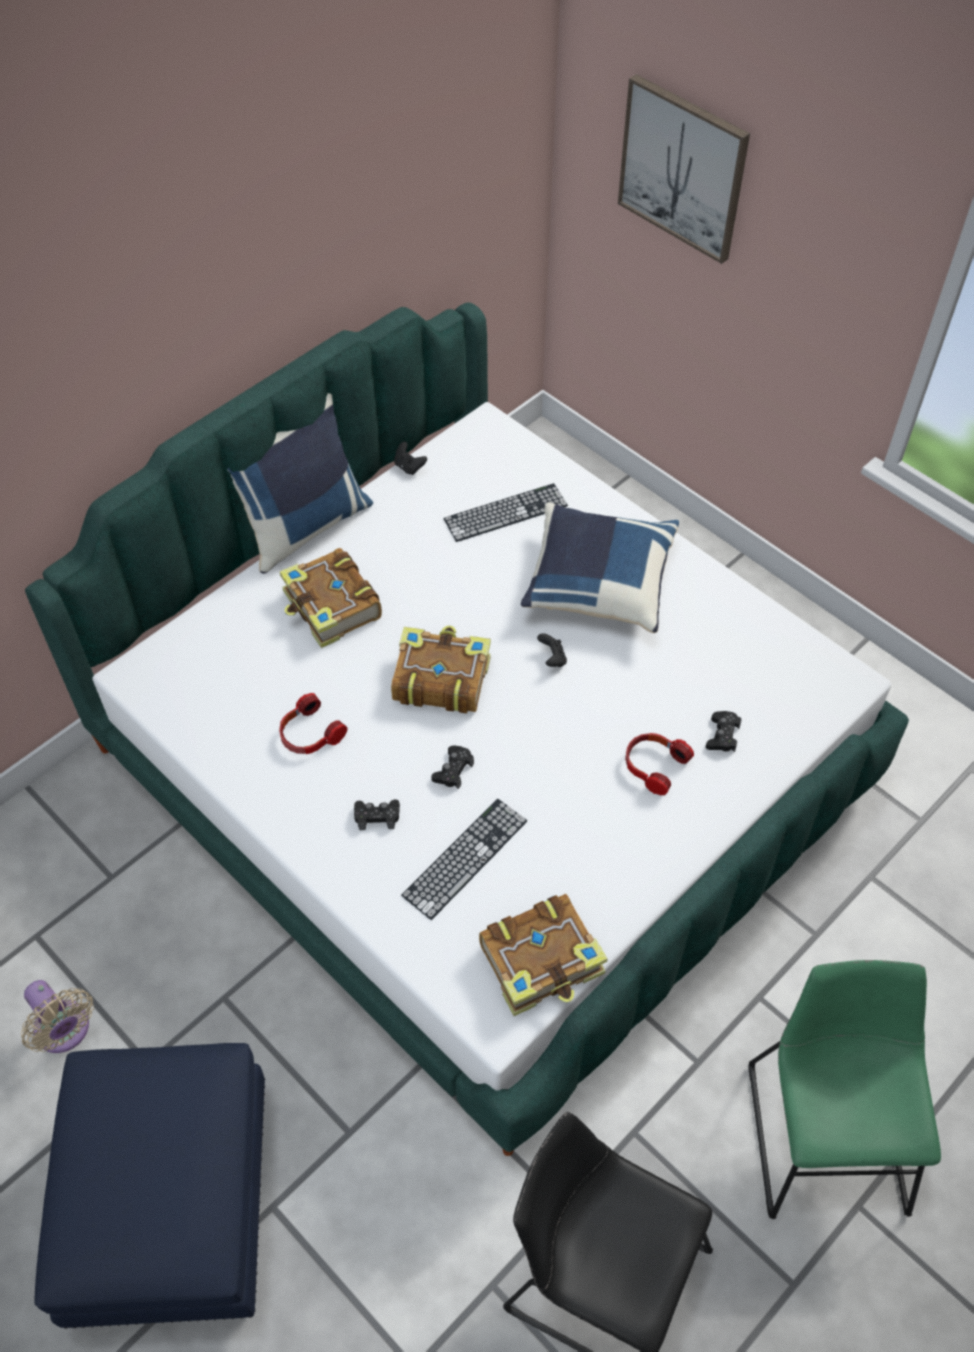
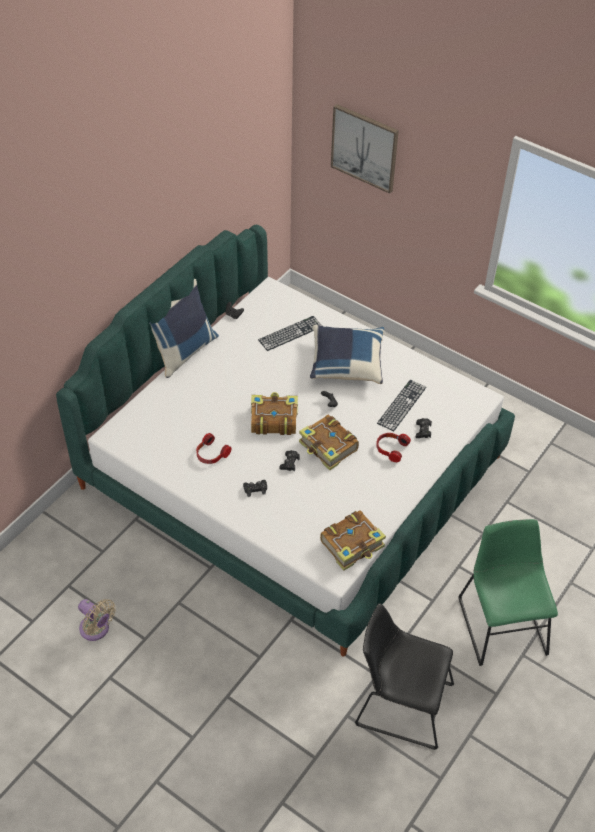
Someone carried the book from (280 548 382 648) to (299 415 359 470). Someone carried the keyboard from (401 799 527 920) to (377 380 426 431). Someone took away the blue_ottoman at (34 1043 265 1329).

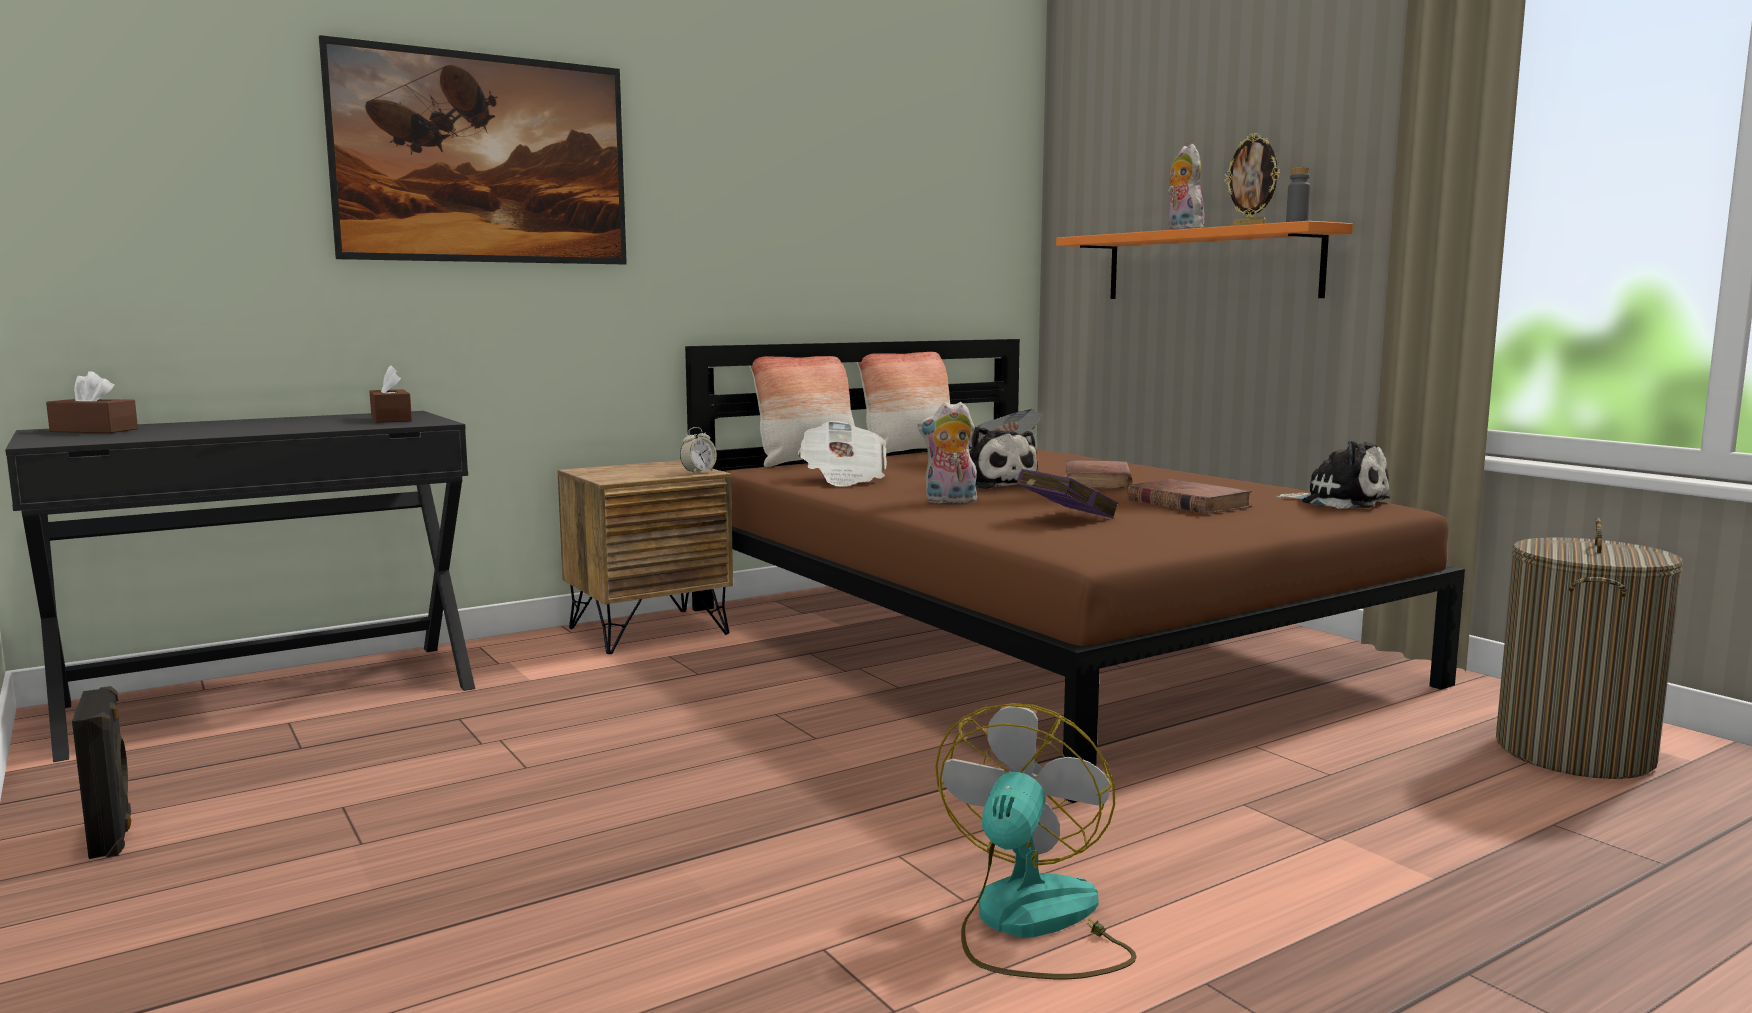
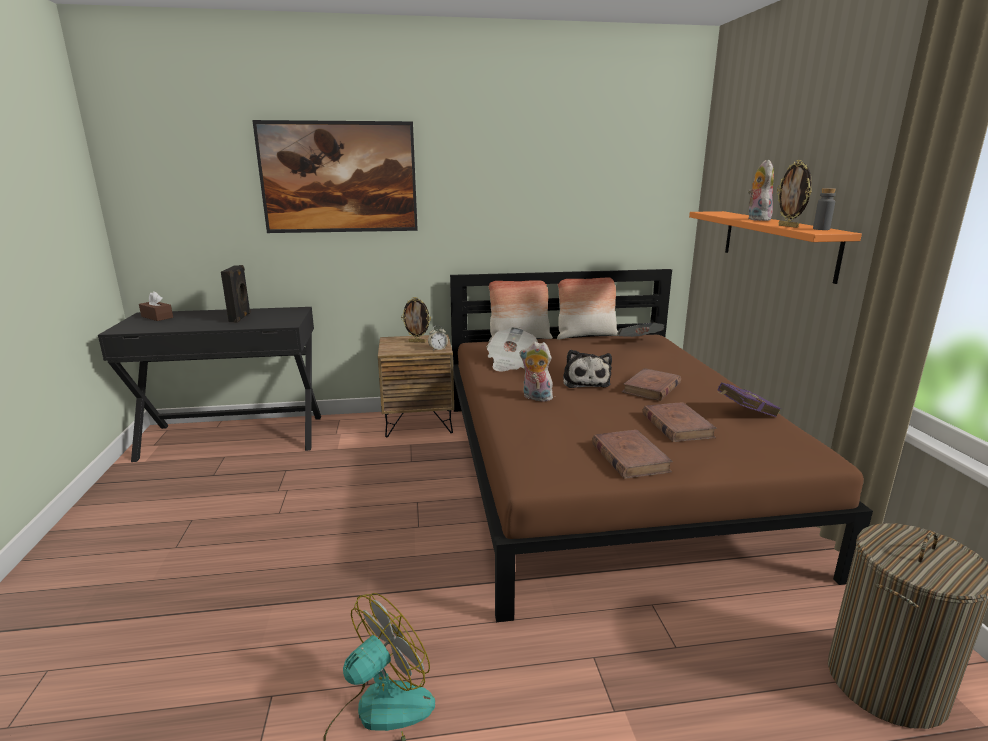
Someone took away the brown_tissue_box at (369 365 412 423). Someone took away the plush_toy at (1276 440 1390 508). Someone carried the purple_book from (1017 469 1118 518) to (717 382 781 417). Someone carried the black_speaker from (72 686 131 859) to (221 265 251 323). Someone put down the picture_frame at (401 297 431 343). Someone put down the brown_book at (592 430 673 479).

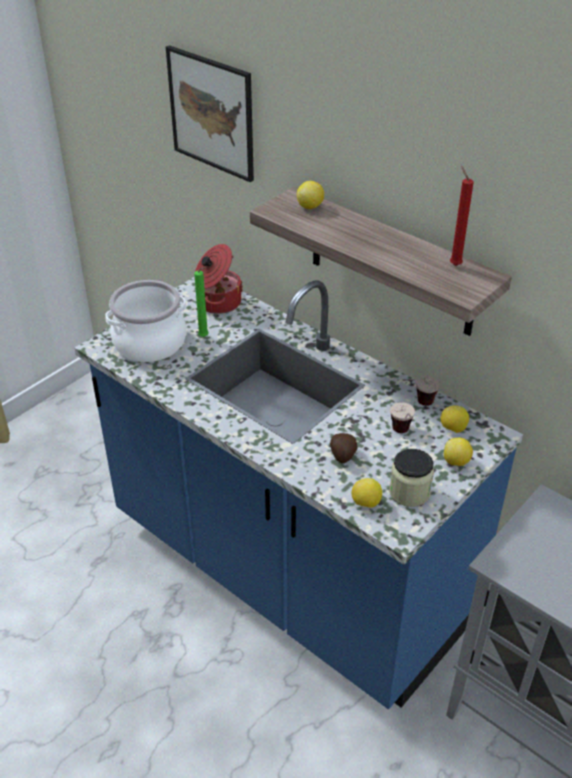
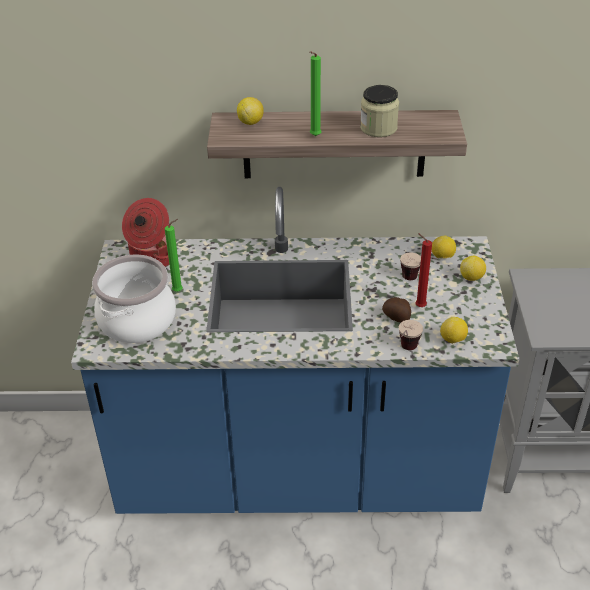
Someone took away the picture at (166 45 254 182). Someone carried the red_candle from (450 166 474 266) to (416 233 432 307). Someone carried the cup from (402 376 440 406) to (399 320 423 350). Someone carried the jar from (389 449 434 507) to (360 85 399 137). Someone put down the green_candle at (310 51 321 136).

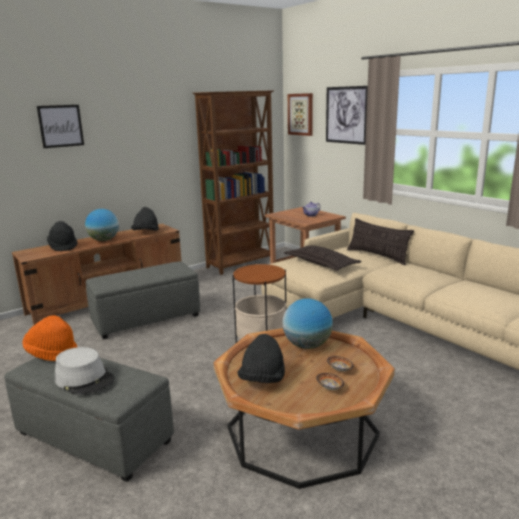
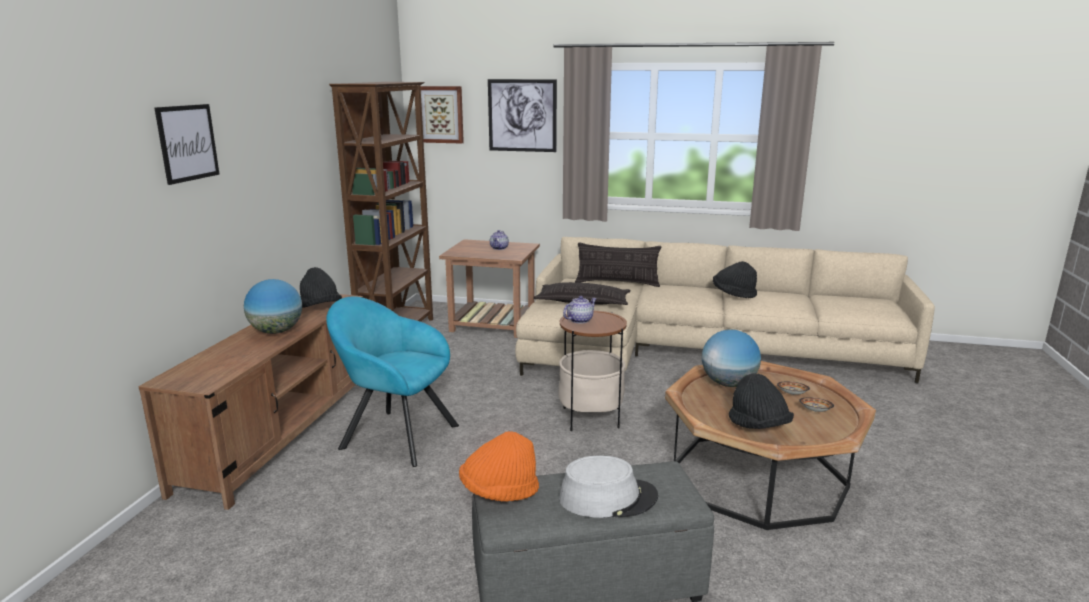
Someone carried the black_hat from (47 221 78 251) to (713 261 757 298). Someone swapped the grey_ottoman at (86 262 200 339) for the turquoise_armchair at (327 296 459 467). Someone put down the teapot at (563 296 597 324).

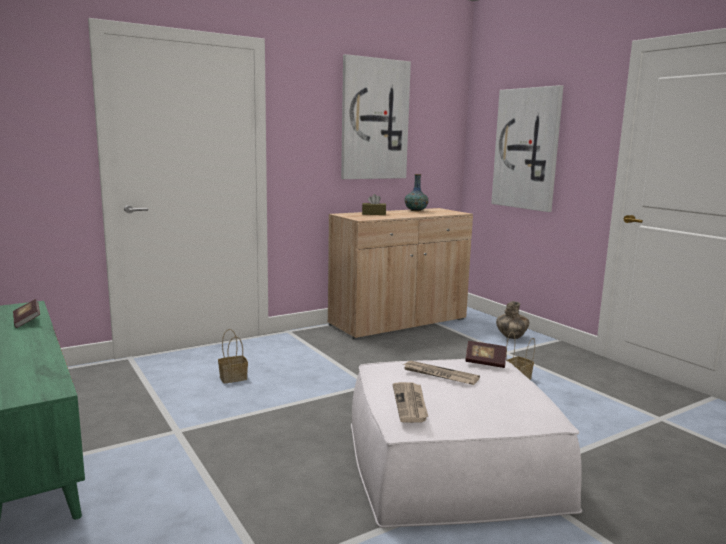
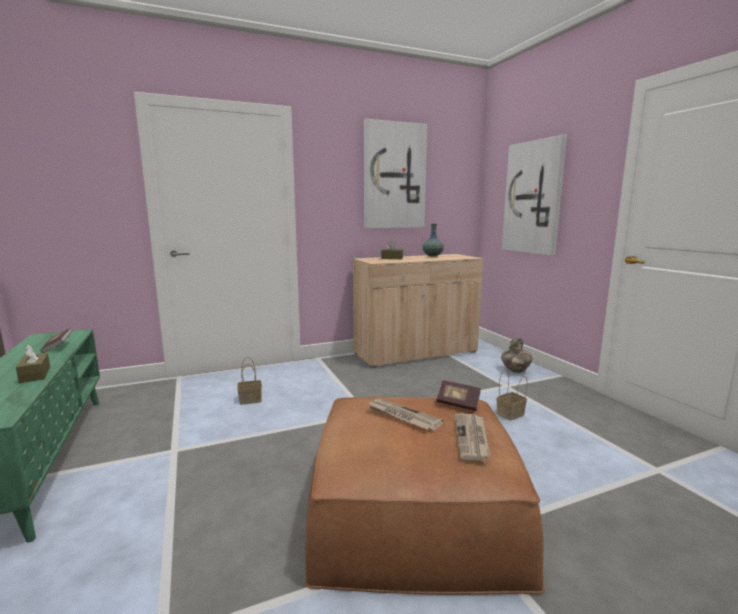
Someone repainted the white_ottoman at (351 359 582 528), which became the brown_ottoman at (305 397 545 595). Someone carried the newspaper from (393 382 428 423) to (454 414 490 461). Someone put down the brown_tissue_box at (16 344 50 383).

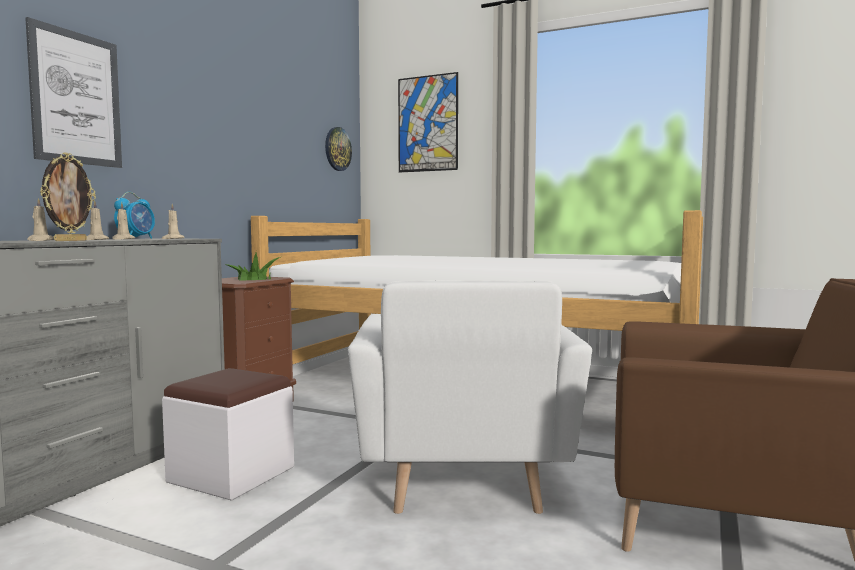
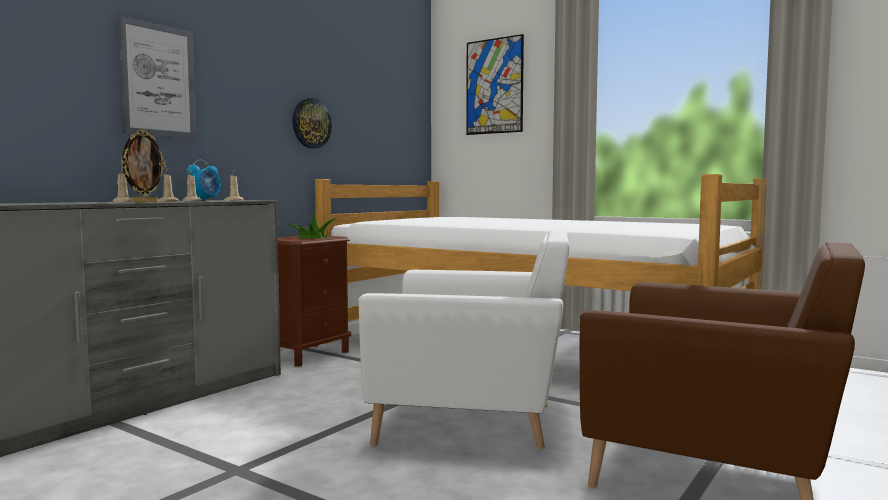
Someone carried the wall_clock from (325 127 352 171) to (292 98 332 149). Someone rotated the white_armchair at (348 280 592 514) by 90 degrees counterclockwise. Someone took away the white_ottoman at (162 368 294 501).

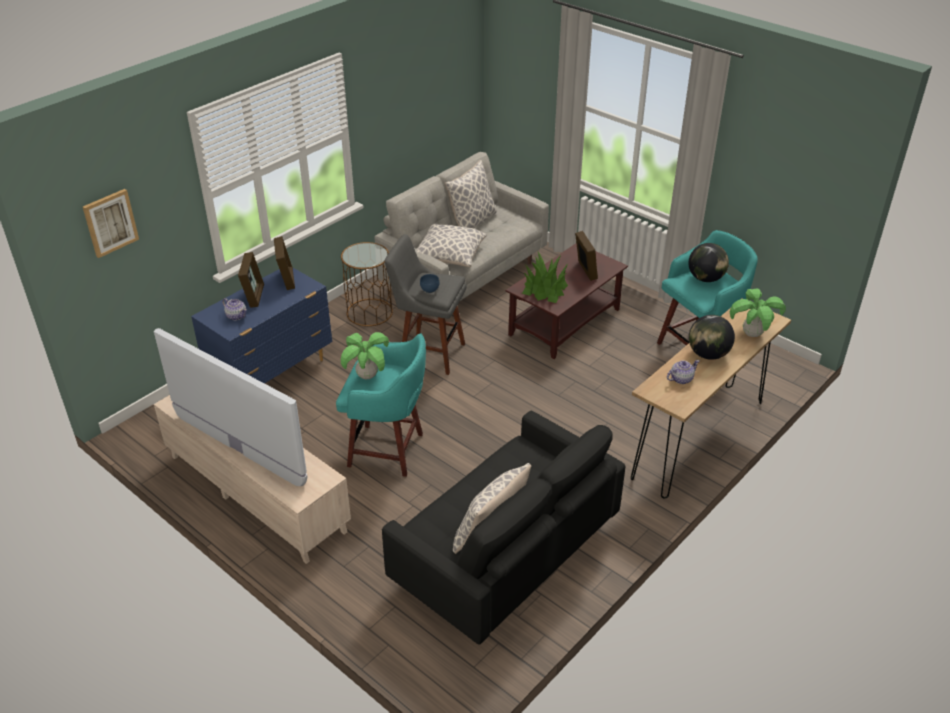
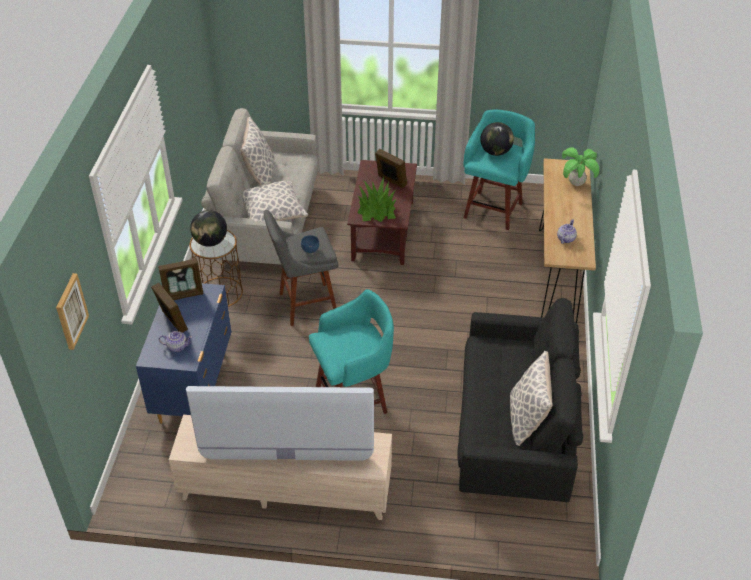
Someone rotated the picture_frame at (274 236 295 290) by 120 degrees clockwise. Someone carried the globe from (689 315 735 360) to (190 210 227 247). Someone took away the potted_plant at (341 332 389 379).

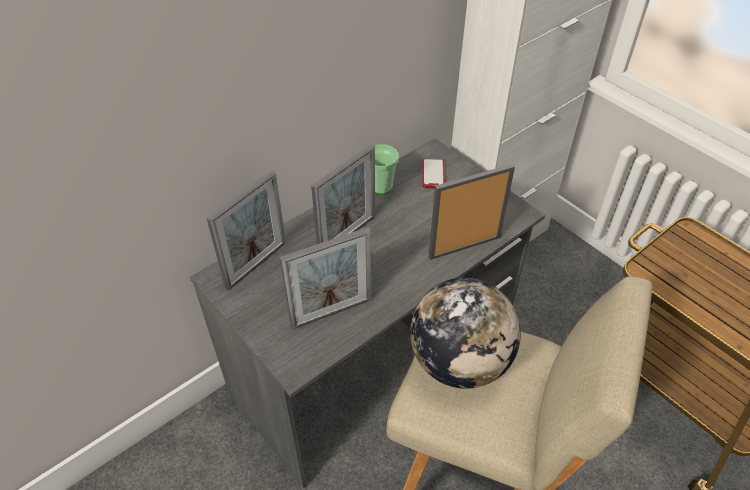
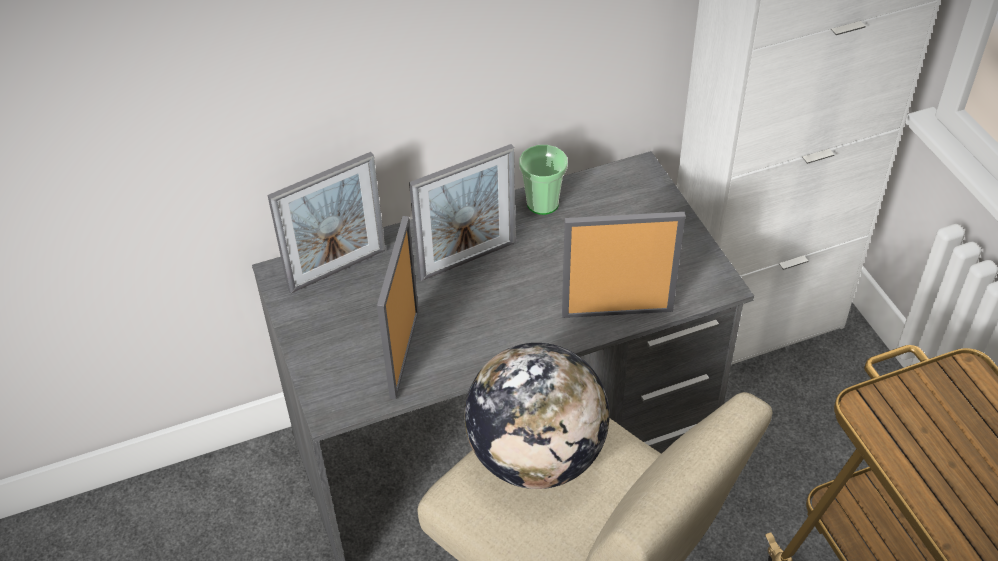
Someone took away the phone at (422 159 445 188). Someone rotated the picture_frame at (280 227 371 330) by 105 degrees clockwise.

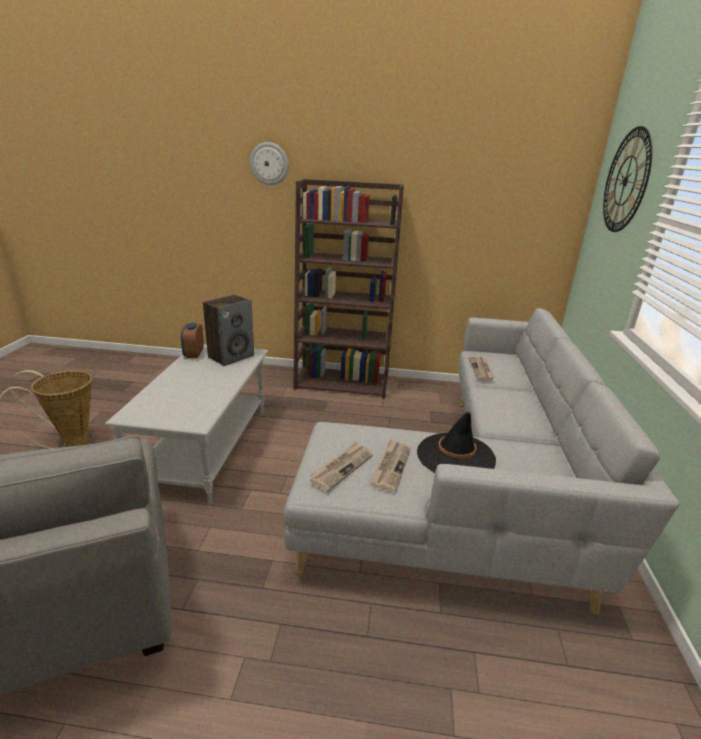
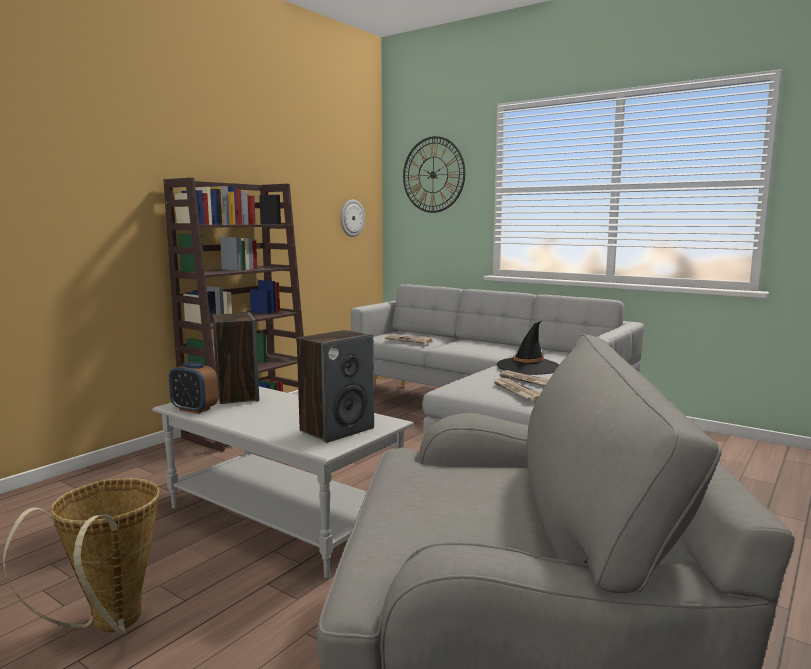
Someone carried the wall_clock from (250 142 289 185) to (341 200 365 237). Someone put down the speaker at (297 330 374 443).

